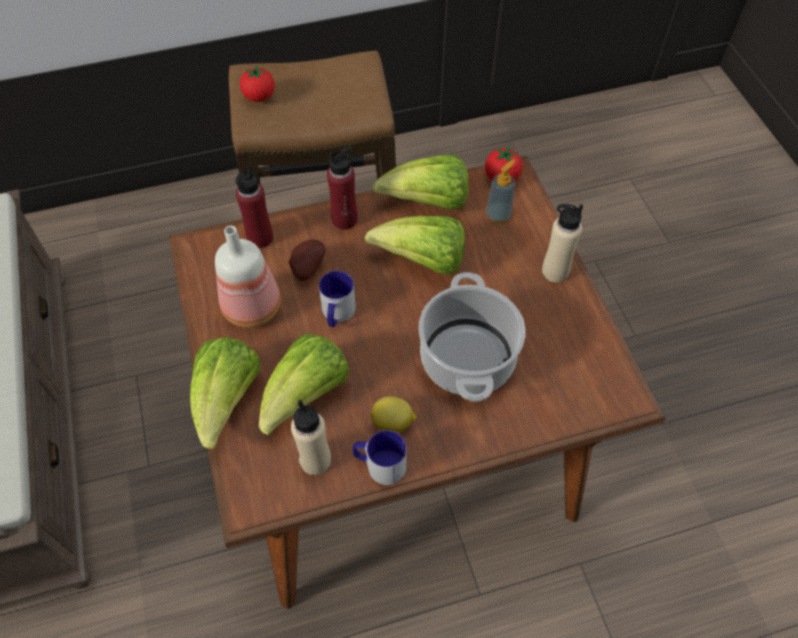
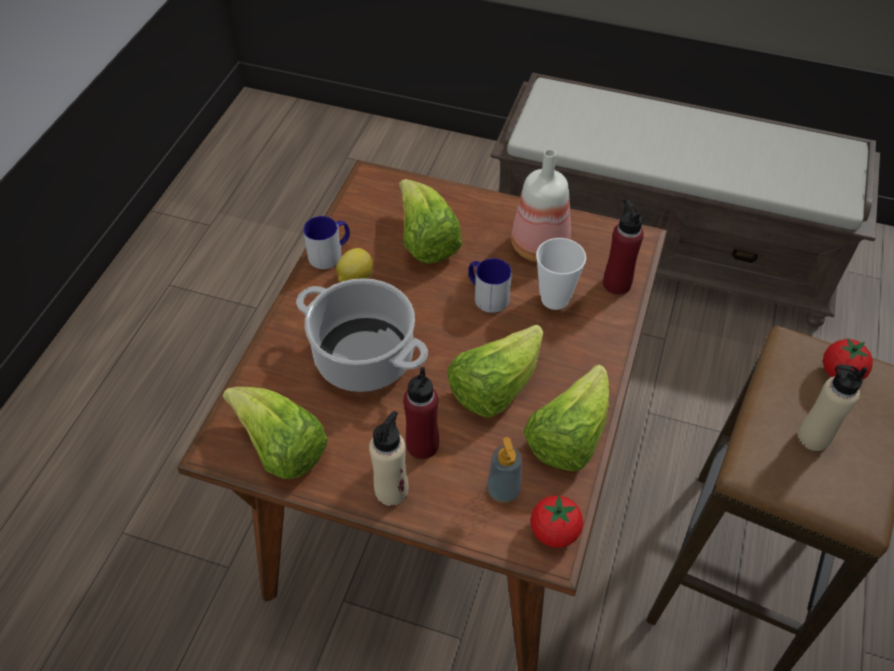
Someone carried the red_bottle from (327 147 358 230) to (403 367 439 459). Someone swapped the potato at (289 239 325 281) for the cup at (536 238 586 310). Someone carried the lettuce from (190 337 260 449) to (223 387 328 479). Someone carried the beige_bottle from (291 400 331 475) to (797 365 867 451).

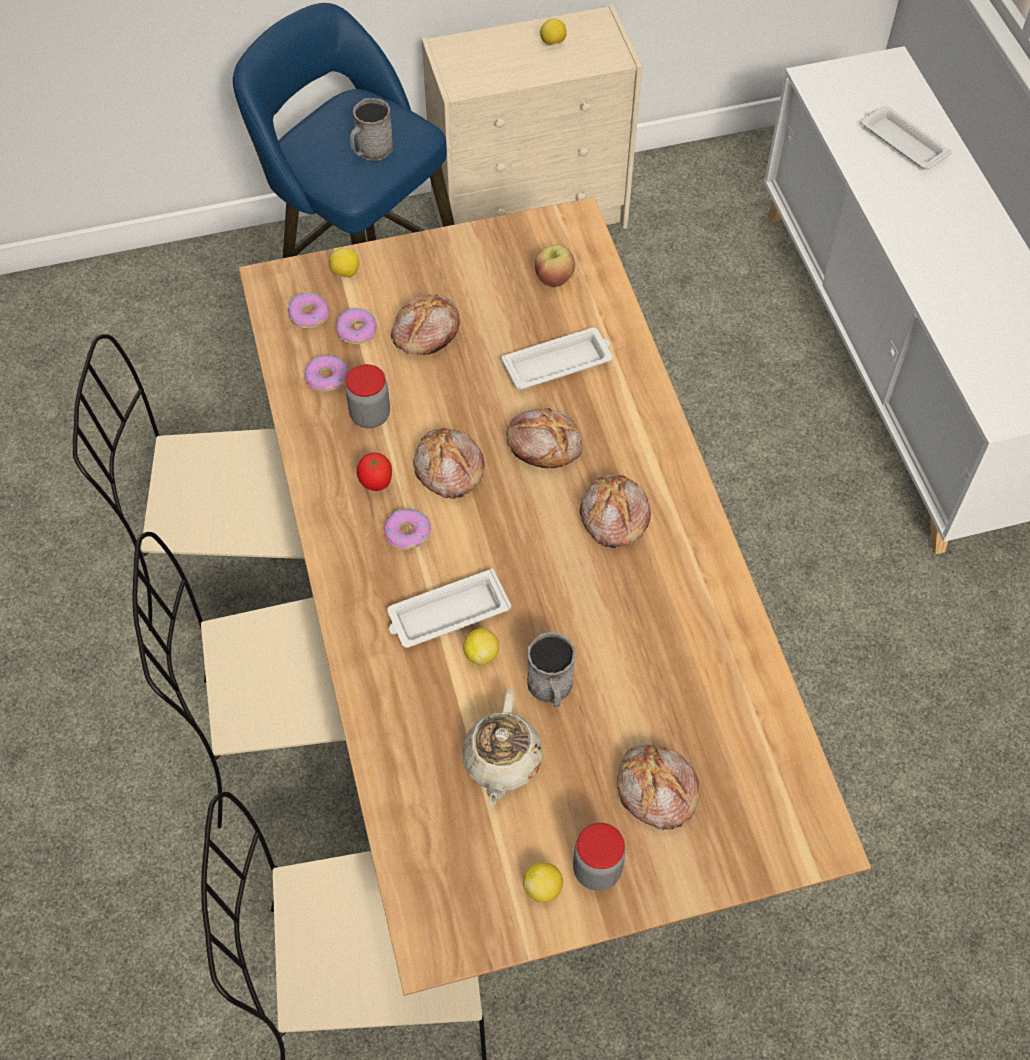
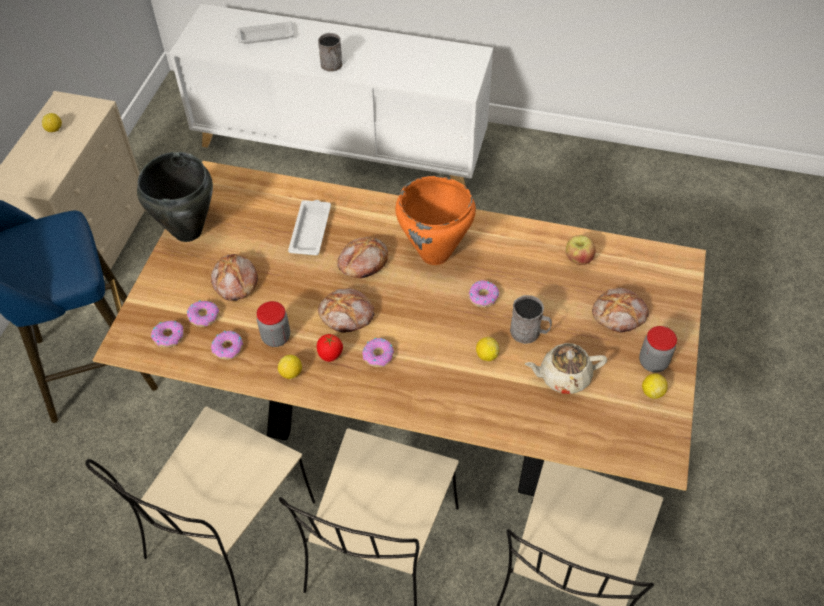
Someone carried the grey_mug from (350 98 393 161) to (318 33 342 72). Someone carried the apple from (535 244 575 287) to (566 235 596 265). Someone carried the lemon from (329 248 359 278) to (278 355 302 379). Someone swapped the bread at (580 474 651 548) for the orange_cooking_pot at (395 176 476 265). Someone took away the white_tray at (387 569 511 648). Someone rotated the beige_teapot at (462 690 543 805) by 135 degrees clockwise. Someone put down the black_cooking_pot at (137 152 213 242). Someone put down the donut at (469 280 499 307).

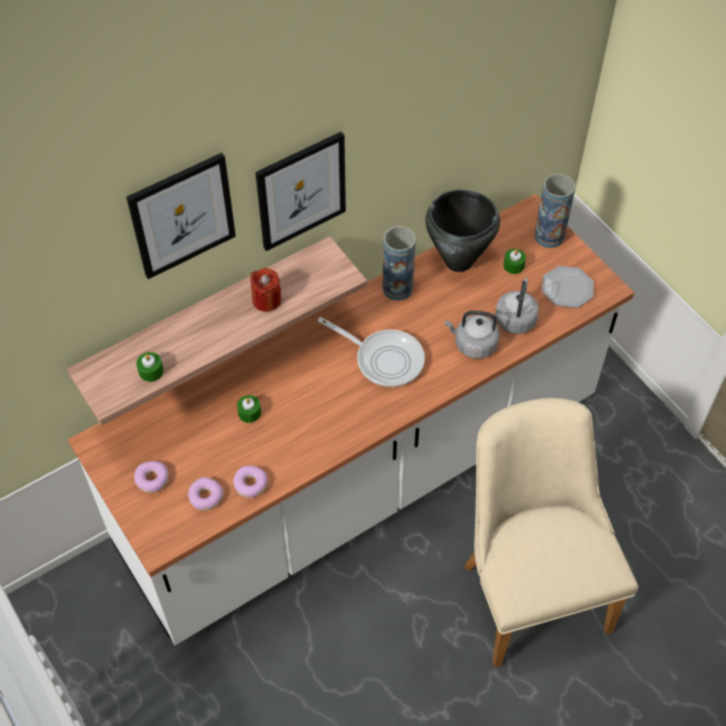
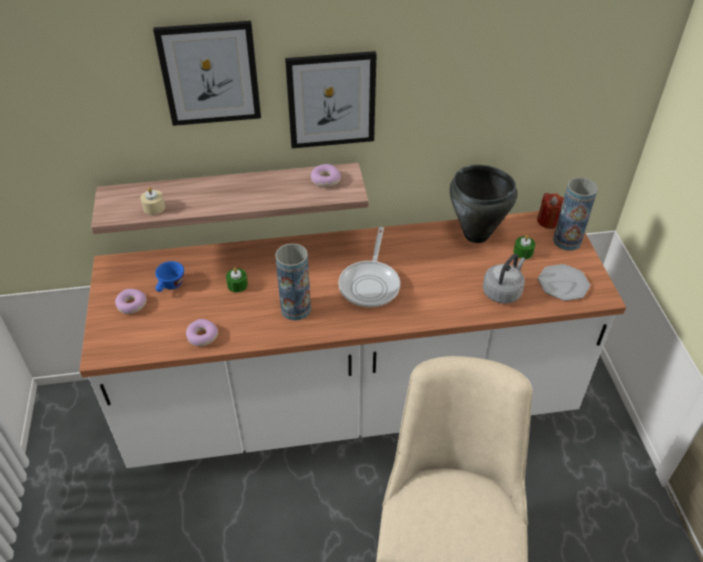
Someone carried the vase from (382 226 416 301) to (275 243 311 321). Someone carried the red_candle from (250 268 281 312) to (537 193 564 229). Someone took away the grey_kettle at (445 311 499 359). Someone rotated the frying_pan at (318 317 425 387) by 45 degrees clockwise. Someone repainted the green_candle at (136 352 164 382), which became the beige_candle at (140 187 165 215). Someone carried the donut from (188 477 223 510) to (311 164 341 187). Someone put down the blue_cup at (155 261 184 292).

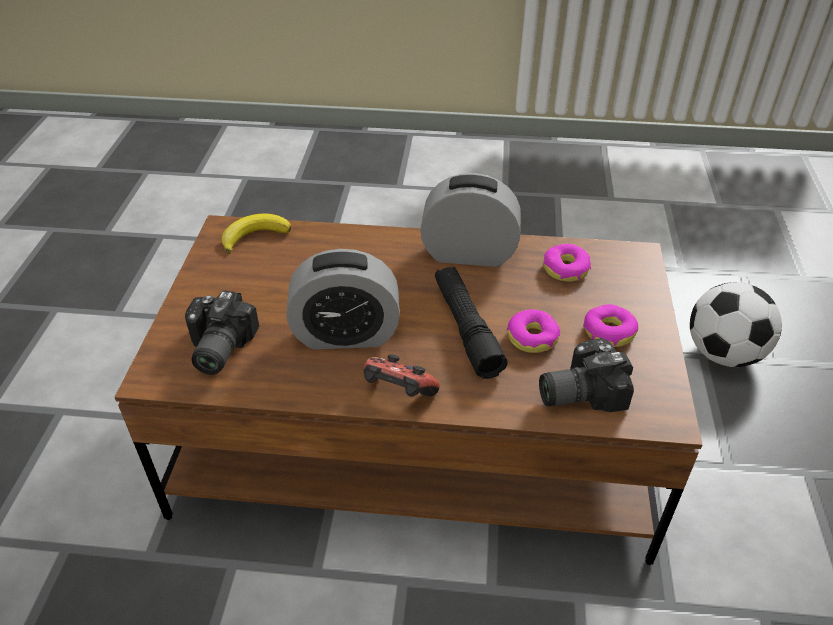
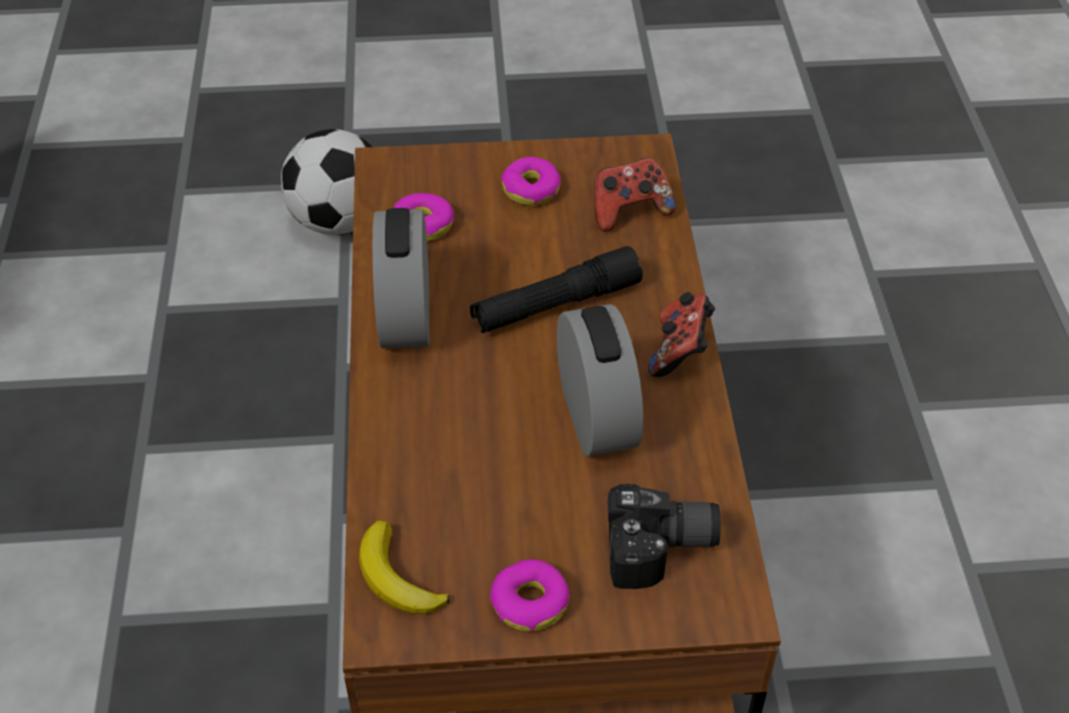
Someone carried the donut from (506 309 560 353) to (490 559 569 631). Someone swapped the photo_camera at (539 338 634 412) for the game_controller at (594 158 675 232).

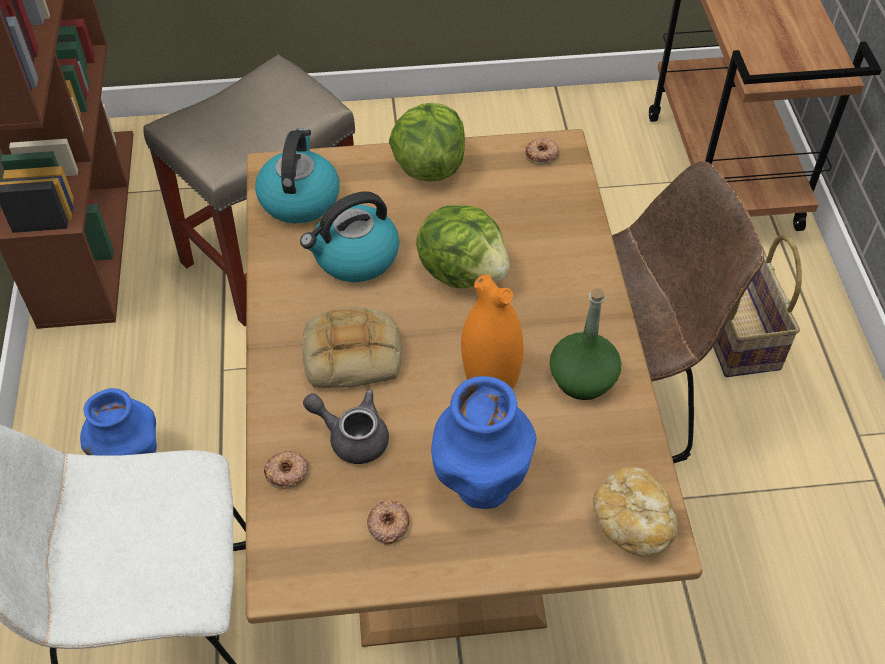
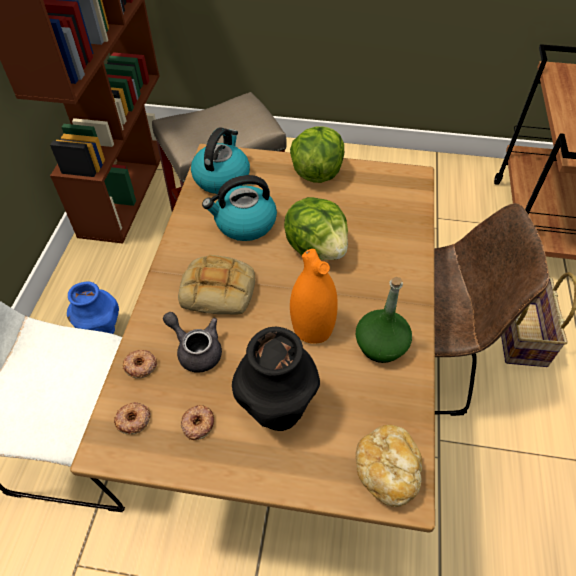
Someone carried the donut from (526 138 559 165) to (114 402 151 435). Someone repainted the blue_vase at (431 376 536 509), which became the black_vase at (232 327 320 431).

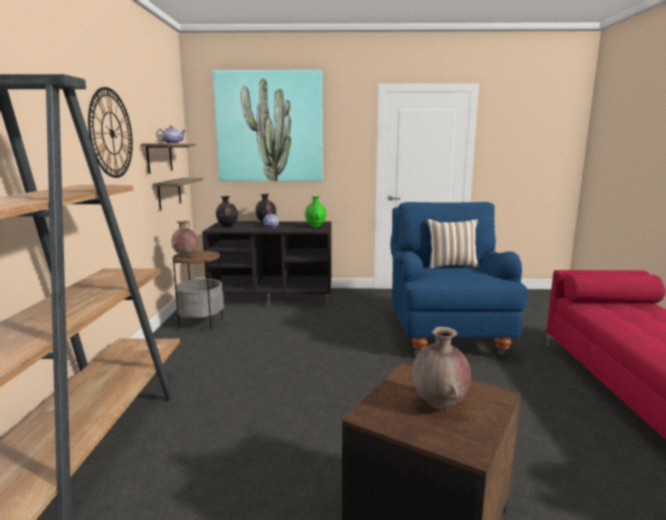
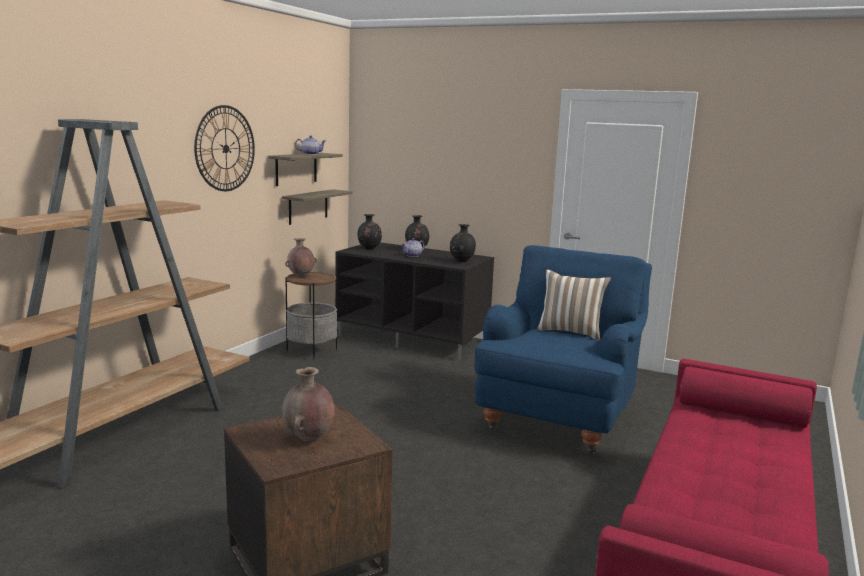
Someone took away the picture at (213 70 323 181). Someone repainted the green_vase at (305 196 326 227), which became the black_vase at (450 224 476 262).

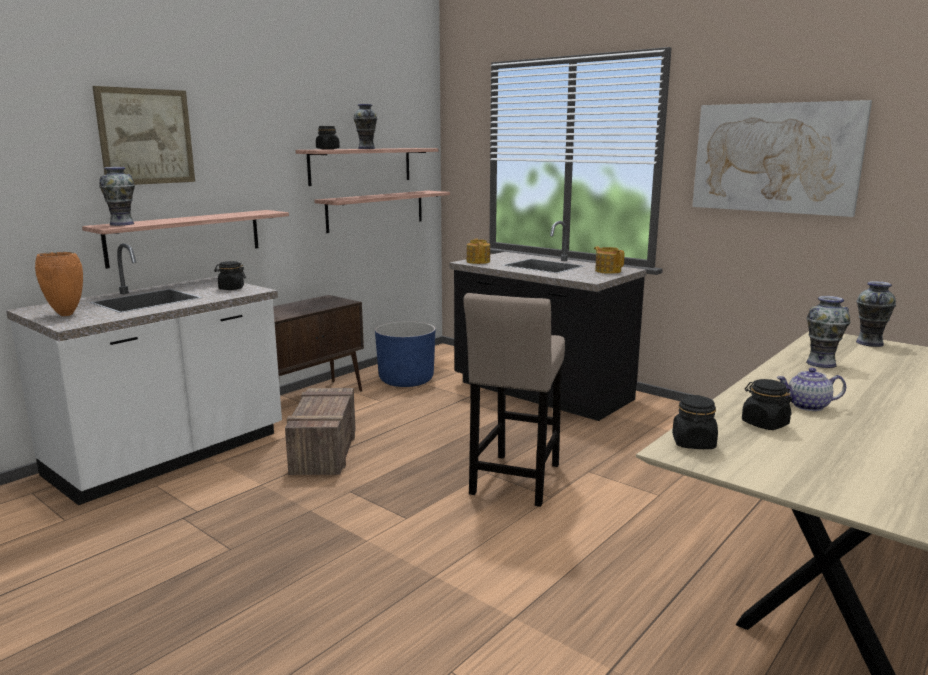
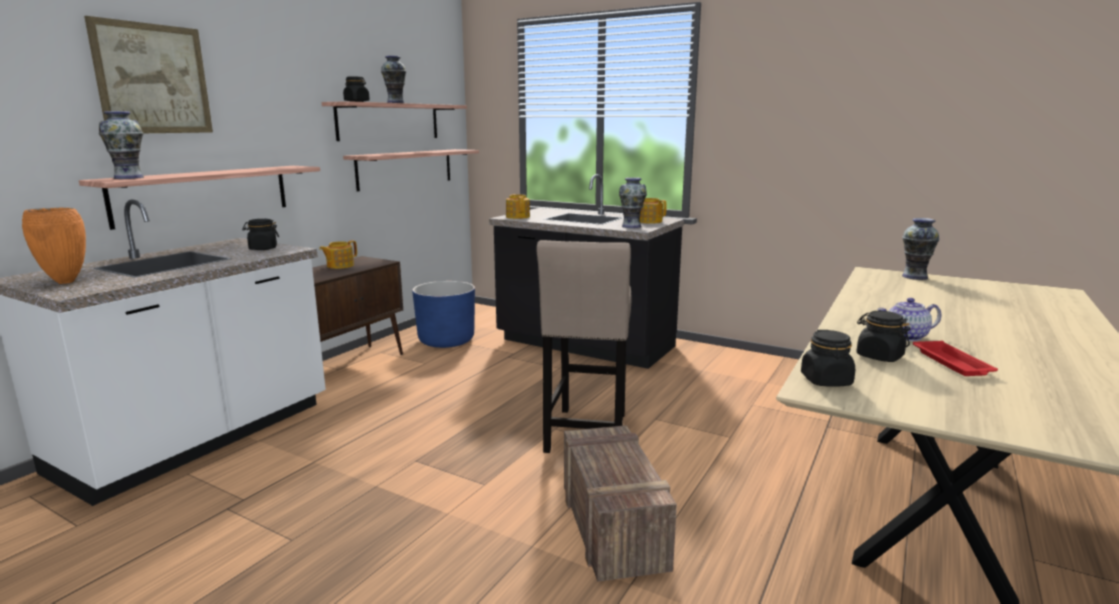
Someone took away the picture at (692 100 872 217). Someone carried the vase from (806 296 851 368) to (619 177 647 228). Someone carried the crate from (285 388 356 475) to (564 425 677 582). Someone put down the teapot at (319 240 357 269). Someone put down the red_tray at (913 341 998 376).

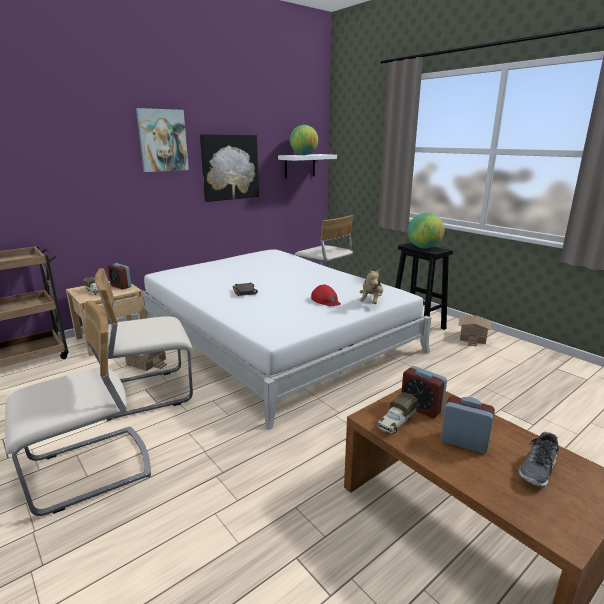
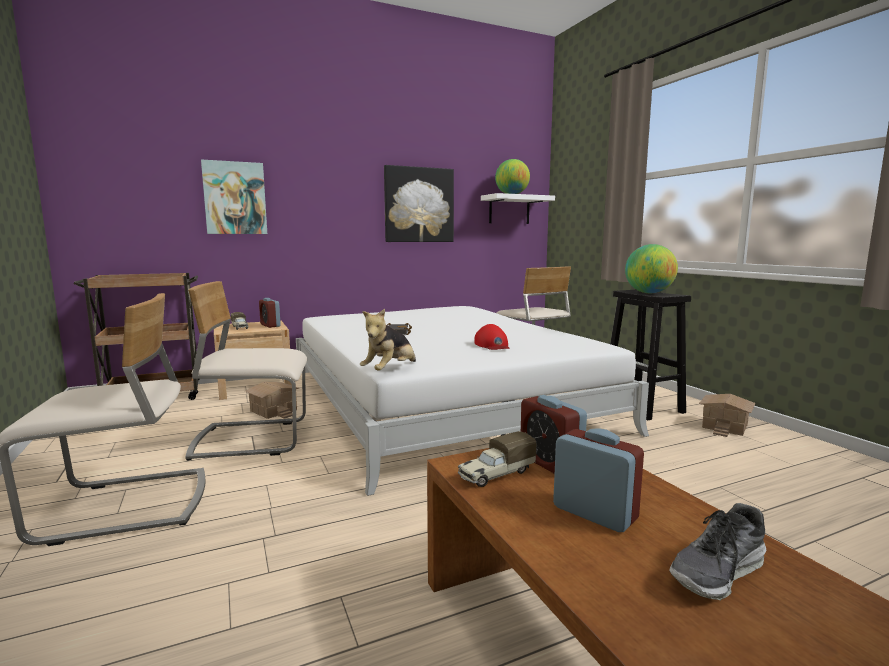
Someone carried the picture from (136 108 189 172) to (201 159 267 234). Someone carried the plush_toy from (359 268 383 304) to (360 309 416 371).

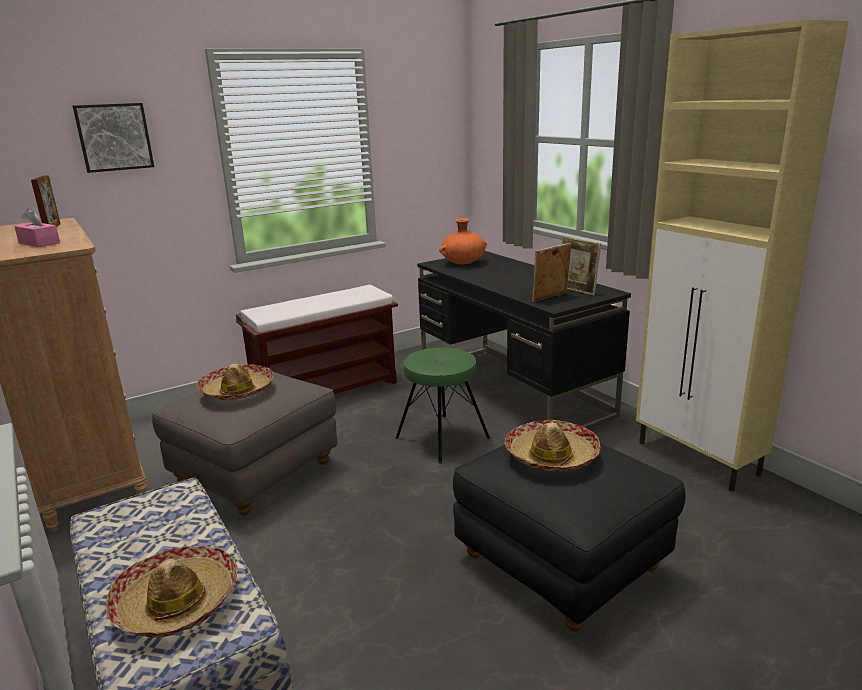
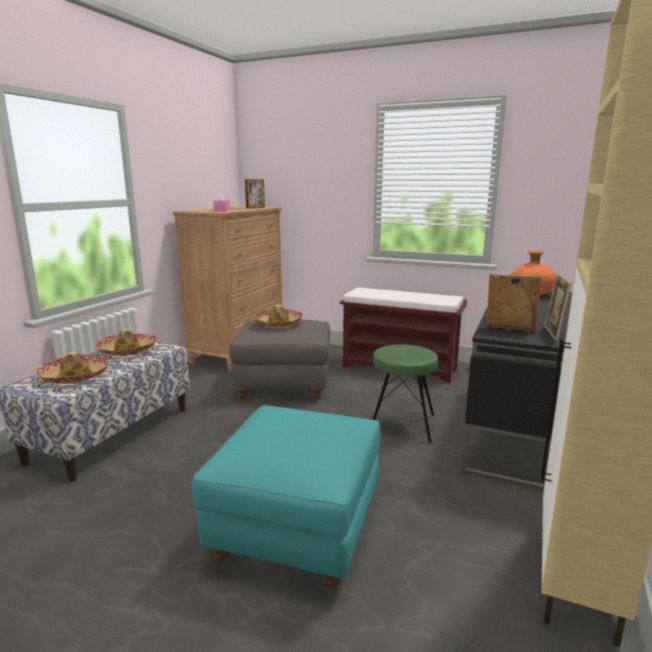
Someone took away the picture at (73 103 154 173). Someone carried the hat from (505 420 600 471) to (95 329 157 356). Someone repainted the black_ottoman at (453 443 686 632), which became the turquoise_ottoman at (192 405 381 588).

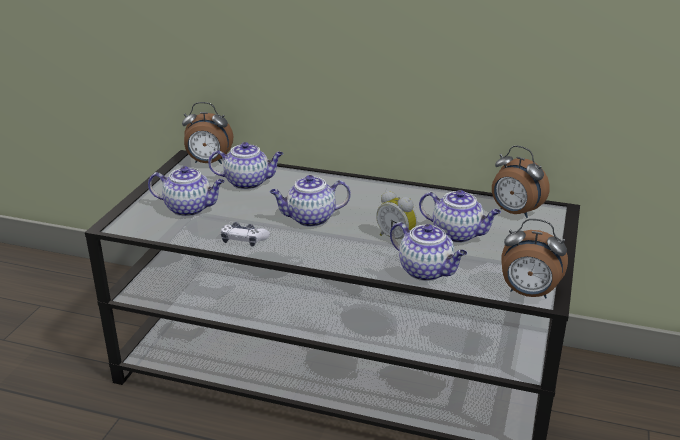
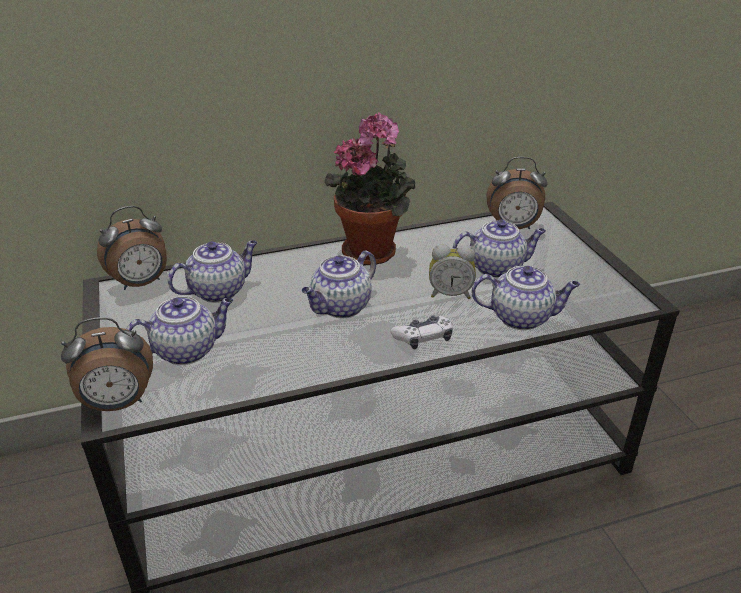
Someone carried the alarm_clock from (501 219 568 299) to (61 317 153 411). Someone carried the game_controller from (221 222 270 247) to (390 315 453 349). Someone put down the potted_plant at (324 112 415 265).

